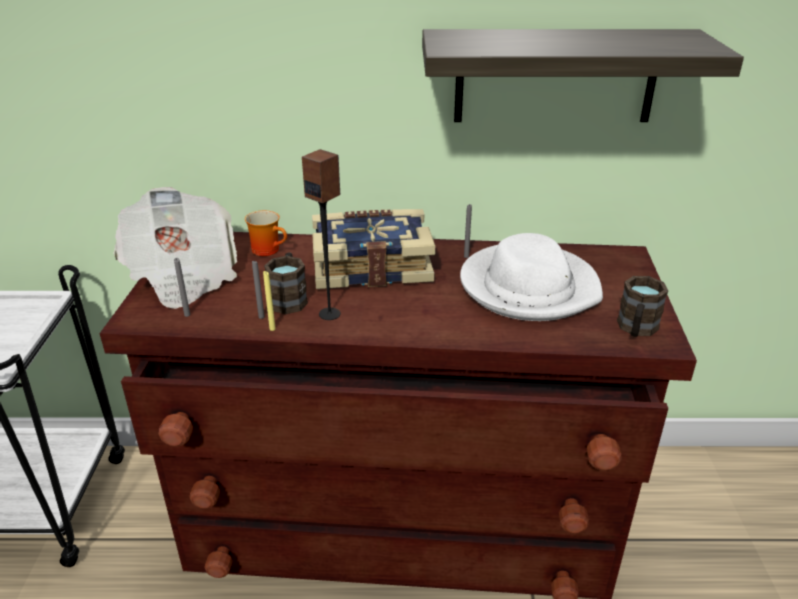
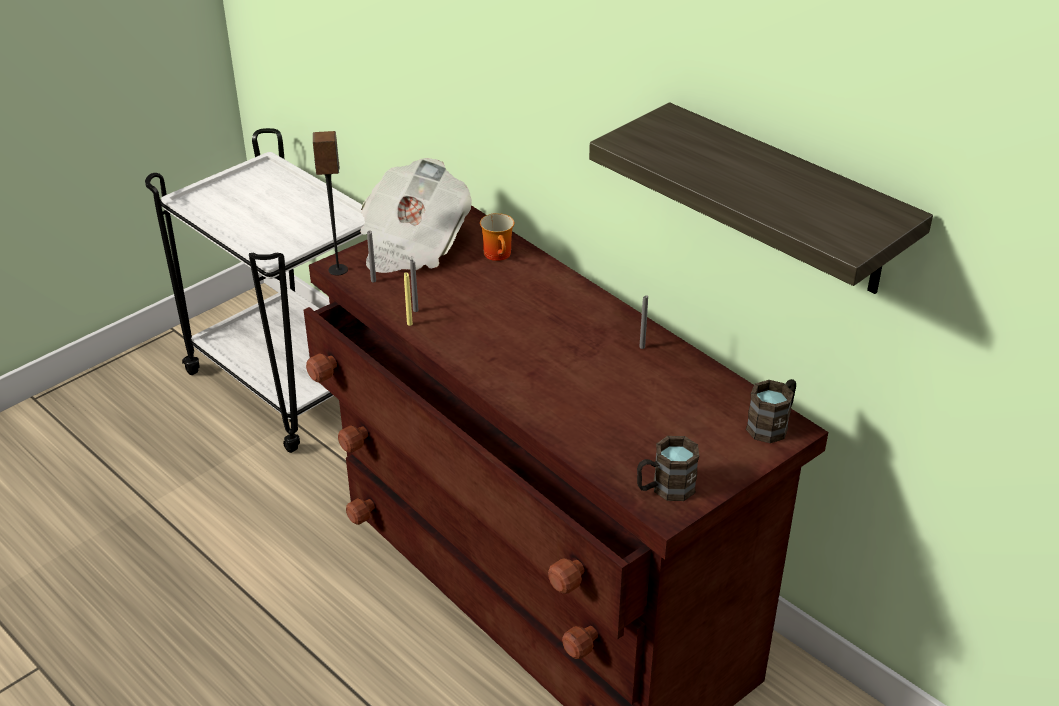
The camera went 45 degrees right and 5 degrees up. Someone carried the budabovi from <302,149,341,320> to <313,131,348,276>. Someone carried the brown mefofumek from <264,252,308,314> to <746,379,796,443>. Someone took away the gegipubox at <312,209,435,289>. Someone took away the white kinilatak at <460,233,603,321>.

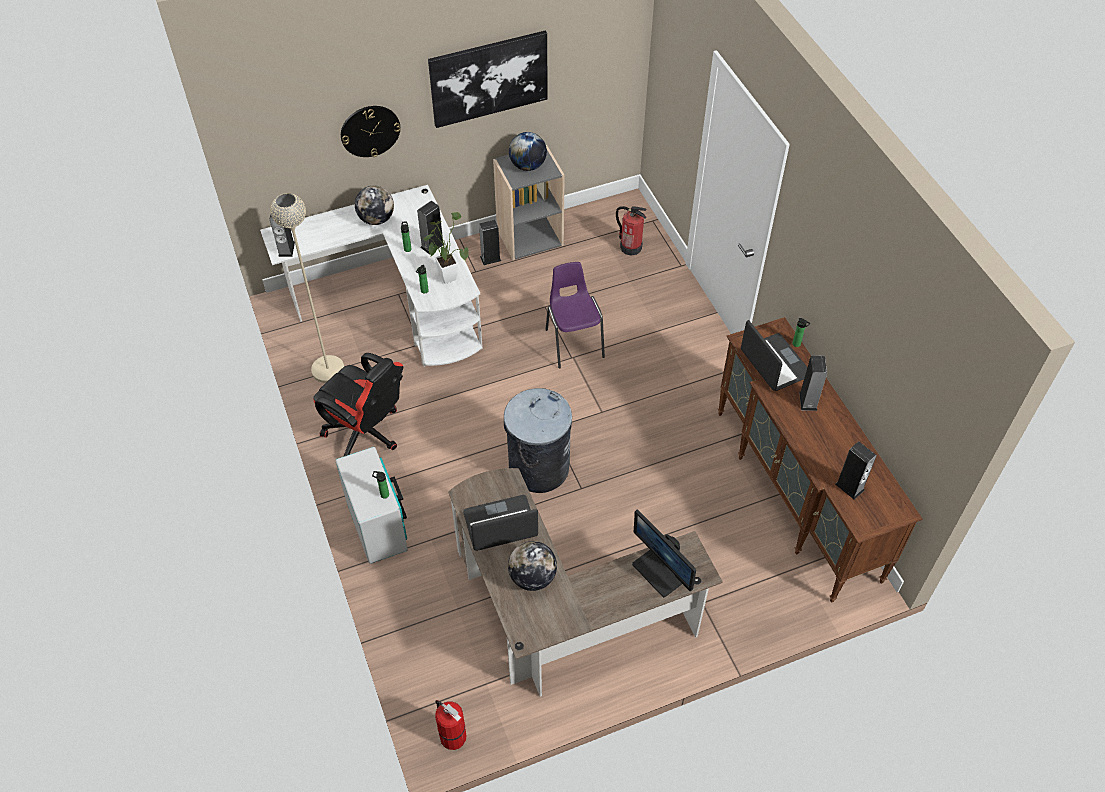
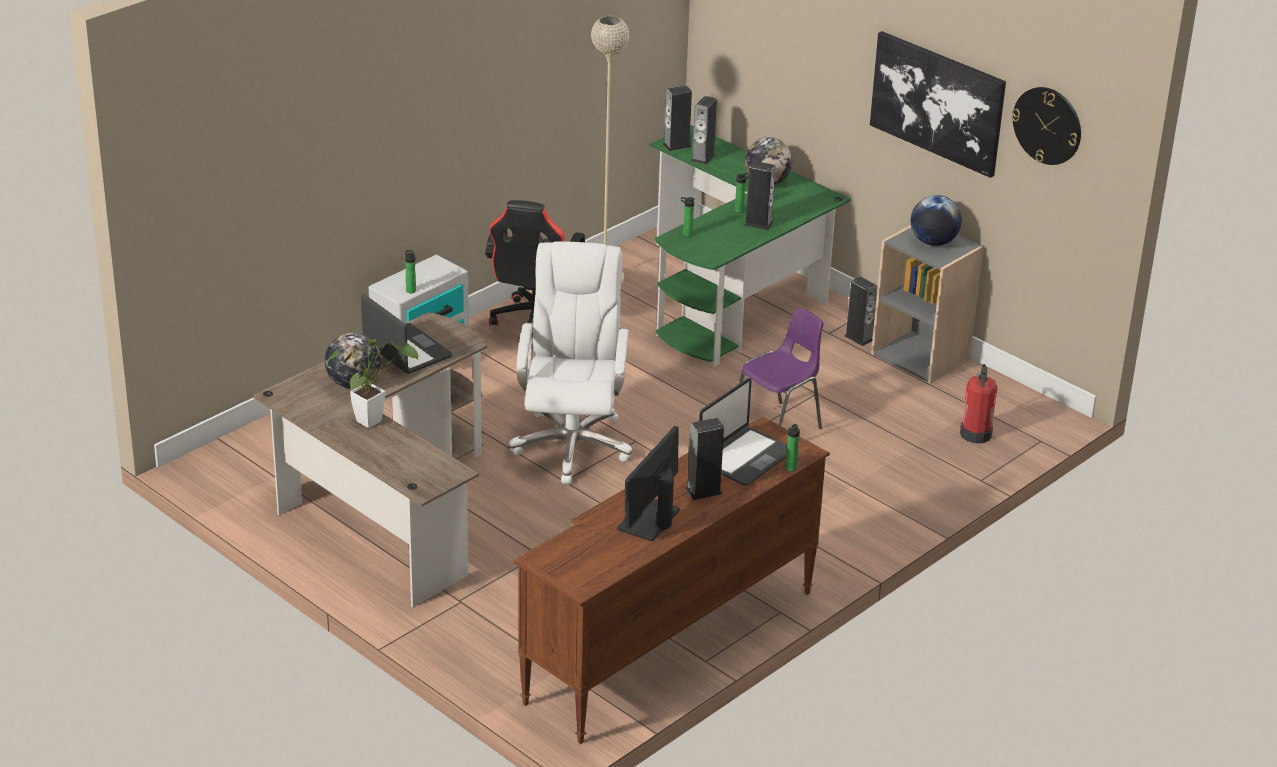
The camera went 65 degrees right and 20 degrees down. Someone carried the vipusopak from <423,212,469,284> to <327,337,418,428>. Someone swapped the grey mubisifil at <504,388,572,493> for the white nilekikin at <509,241,632,484>. Someone carried the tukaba from <632,509,696,597> to <617,426,680,541>. Someone repainted the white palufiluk at <260,185,483,367>, which became the green palufiluk at <650,125,851,367>. Someone carried the budabovi from <835,441,877,500> to <691,96,717,165>. Someone carried the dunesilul from <341,106,401,157> to <1012,87,1081,165>. Someone took away the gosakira at <435,700,466,750>.

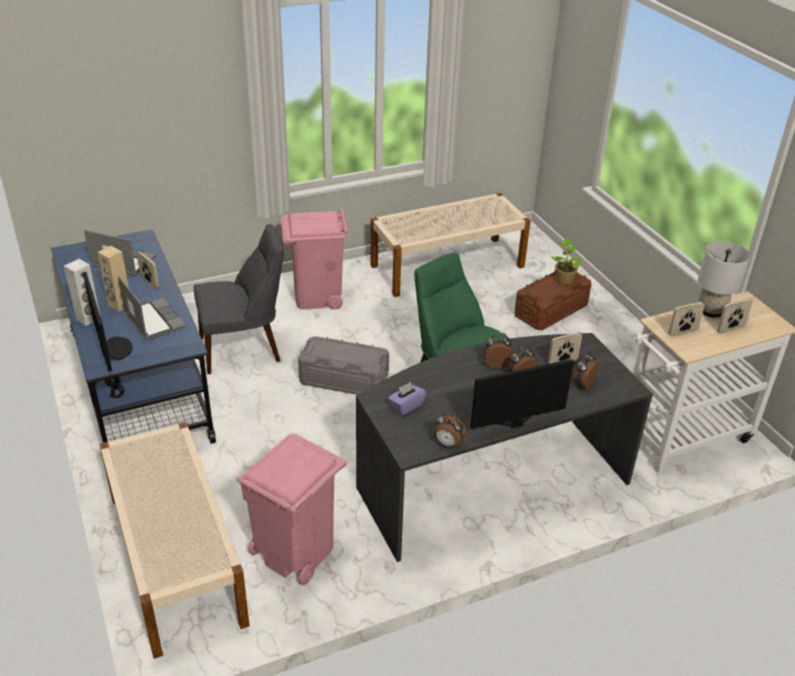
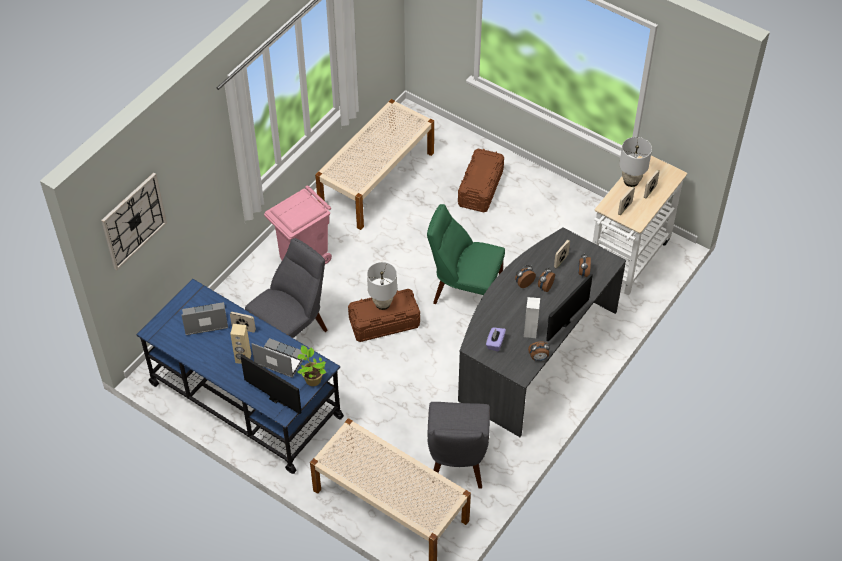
The camera went 30 degrees left and 15 degrees up. Someone put up the dunesilul at <101,173,167,270>. Someone carried the vipusopak from <551,238,583,285> to <297,345,326,386>. Someone repainted the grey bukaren at <298,336,389,395>, which became the brown bukaren at <348,289,420,342>. Someone put down the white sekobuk at <367,262,397,310>. Someone swapped the pink mubisifil at <237,434,347,585> for the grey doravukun at <427,402,490,489>. Someone carried the white budabovi from <64,259,100,326> to <524,297,540,338>.

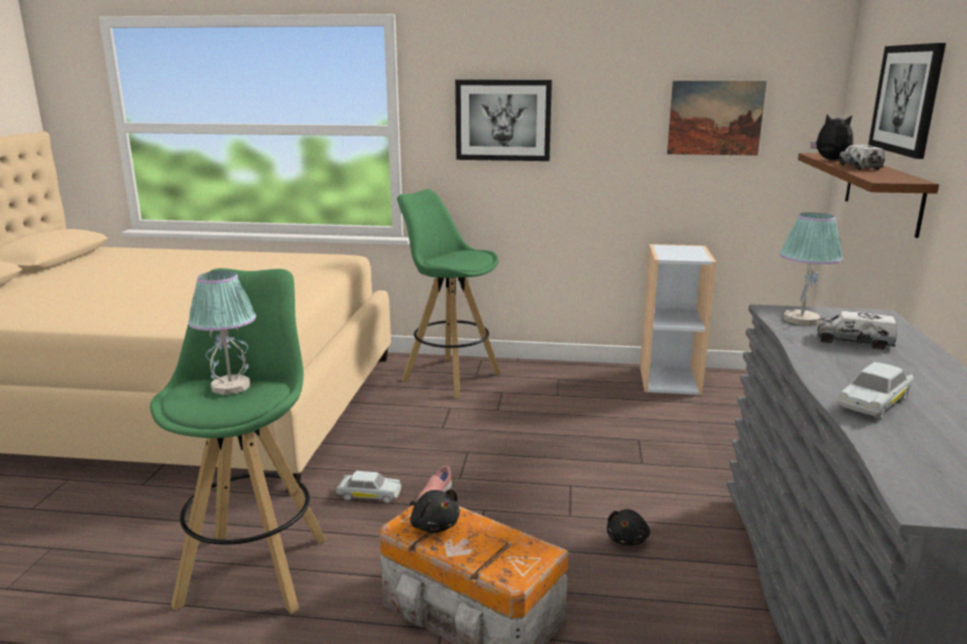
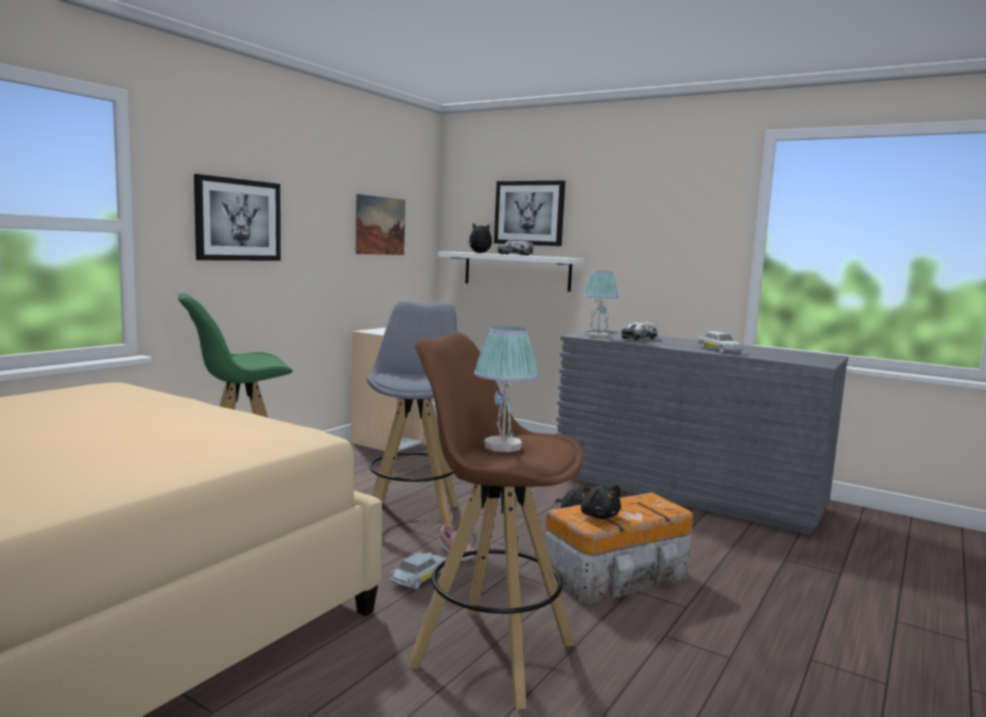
The camera went 65 degrees left and 10 degrees down. Someone put down the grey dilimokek at <367,301,459,527>. Someone repainted the green dilimokek at <150,268,327,614>, which became the brown dilimokek at <407,332,583,710>. Someone repainted the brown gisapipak at <798,153,939,238>, which became the white gisapipak at <438,251,584,292>. Someone rotated the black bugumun at <410,490,460,533> by 75 degrees clockwise.

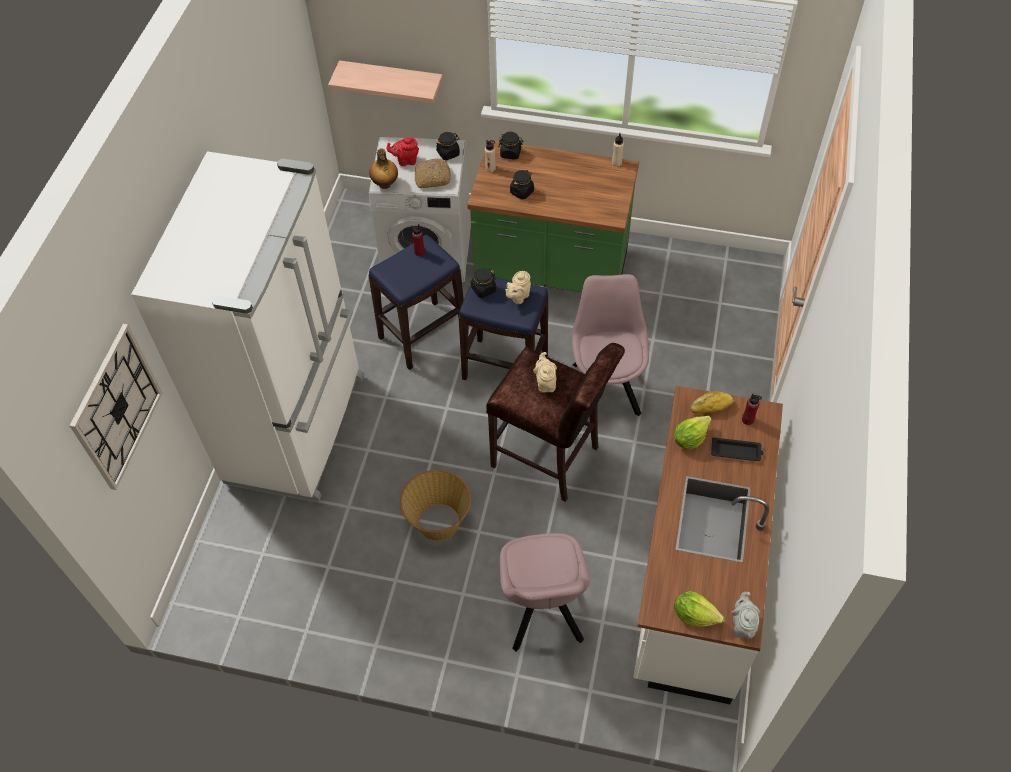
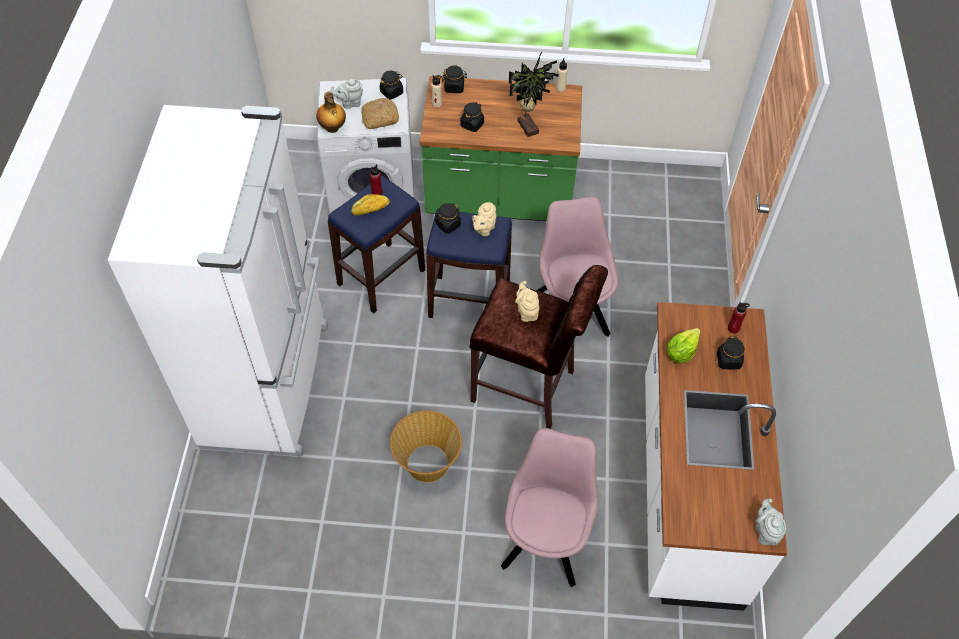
The camera went 10 degrees left and 0 degrees up. Someone repainted the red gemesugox at <386,138,419,166>, which became the grey gemesugox at <330,79,363,109>. Someone carried the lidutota from <690,391,734,414> to <351,194,390,216>. Someone rotated the pink doravukun at <500,533,589,652> by 150 degrees counterclockwise. Someone put down the vipusopak at <509,51,559,137>. Someone swapped the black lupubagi at <711,437,764,461> for the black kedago at <717,336,744,369>. Someone took away the dunesilul at <69,324,162,490>. Someone took away the gisapipak at <328,60,443,103>. Someone took away the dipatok at <674,591,724,627>.

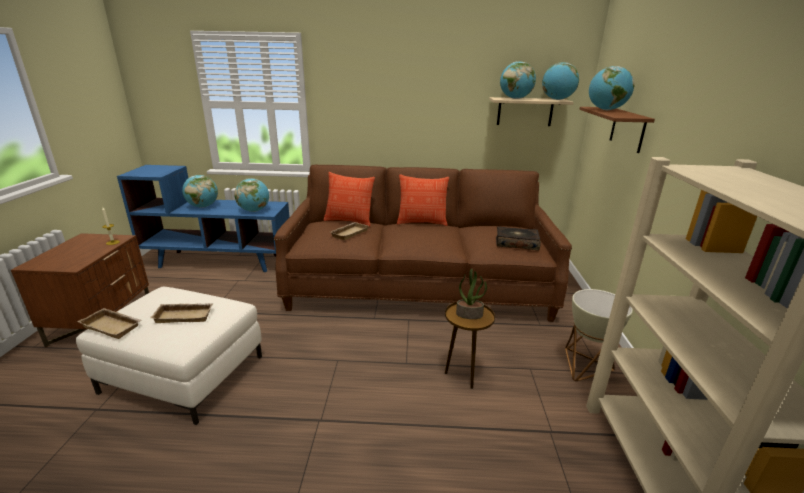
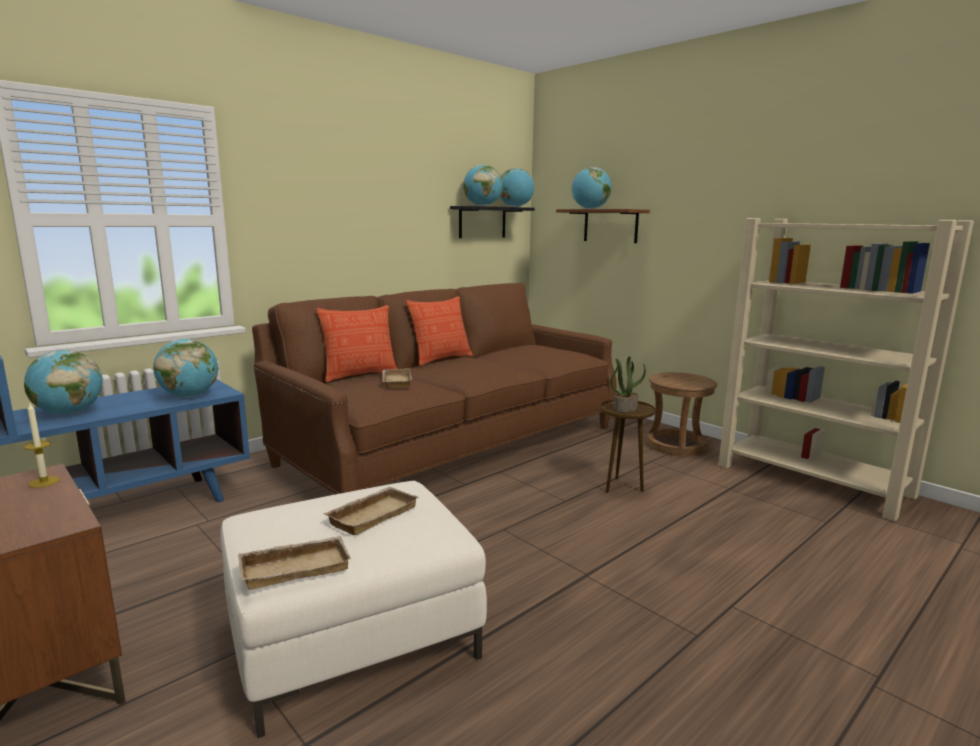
The camera went 45 degrees left and 10 degrees down. Someone repainted the beige gisapipak at <489,97,574,126>, which became the black gisapipak at <450,206,535,238>. Someone swapped the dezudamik at <565,289,633,381> for the brown dilimokek at <647,372,717,456>. Someone took away the gegipubox at <496,226,541,251>.

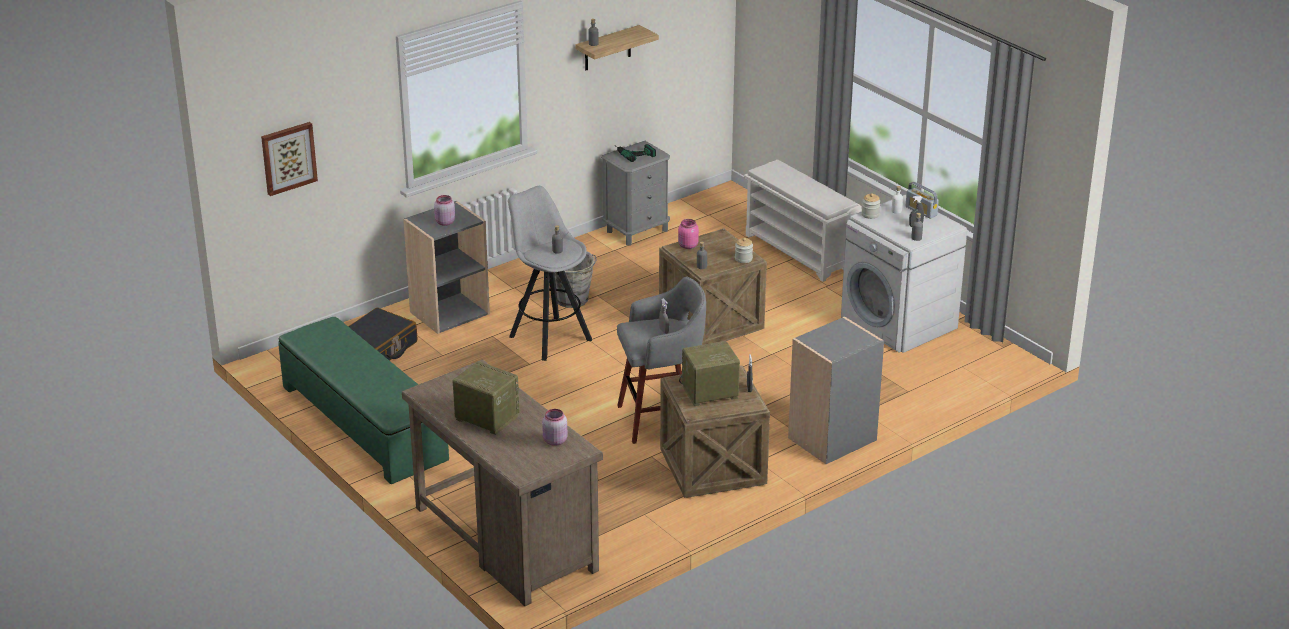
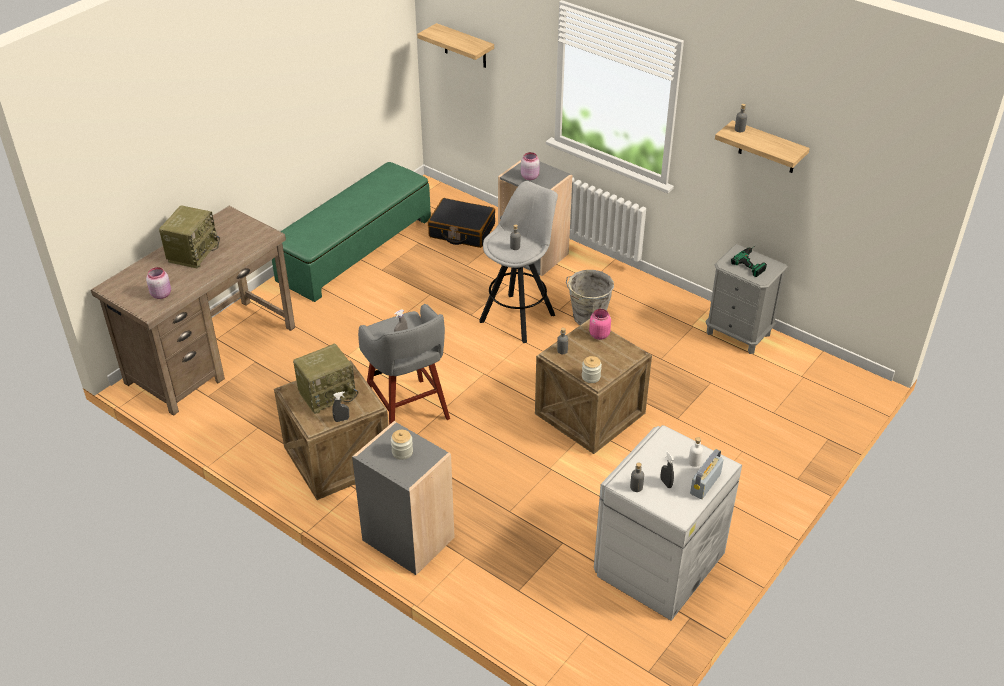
The camera went 75 degrees right and 10 degrees up. Someone rotated the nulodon at <679,341,740,406> by 90 degrees clockwise. Someone carried the kedago from <862,193,880,219> to <391,430,413,460>. Someone swapped the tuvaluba at <261,122,318,196> for the gisapipak at <417,23,494,68>. Someone took away the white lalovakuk at <744,159,862,282>.

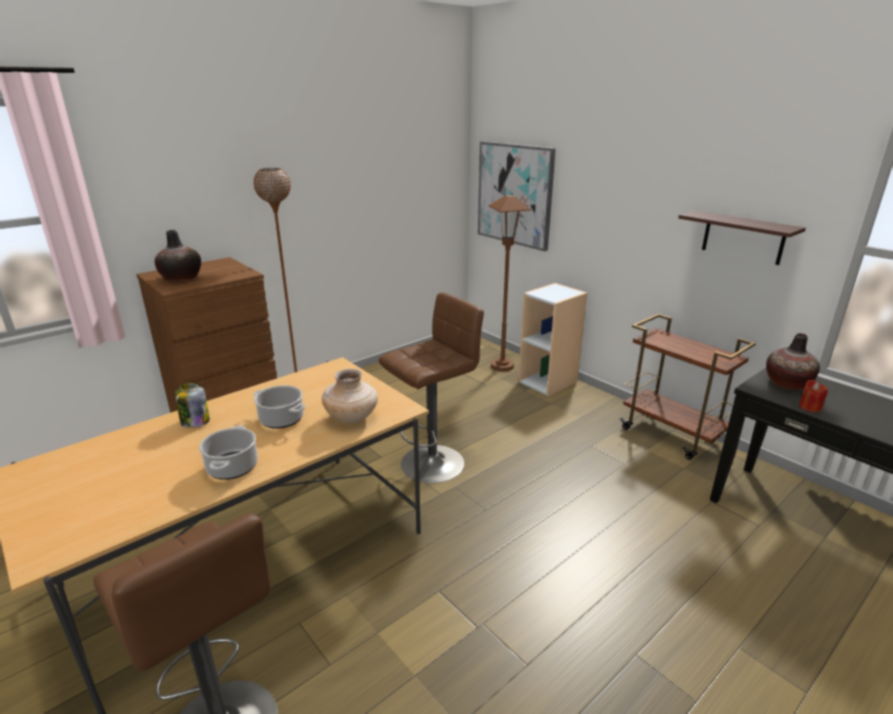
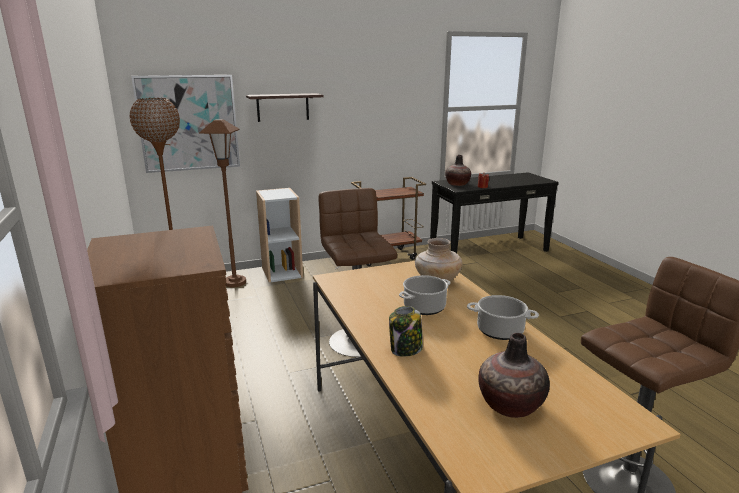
The camera went 70 degrees left and 5 degrees down. Someone carried the gisapipak from <678,211,806,265> to <246,93,324,122>. Someone carried the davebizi from <155,230,201,282> to <478,333,550,418>.

